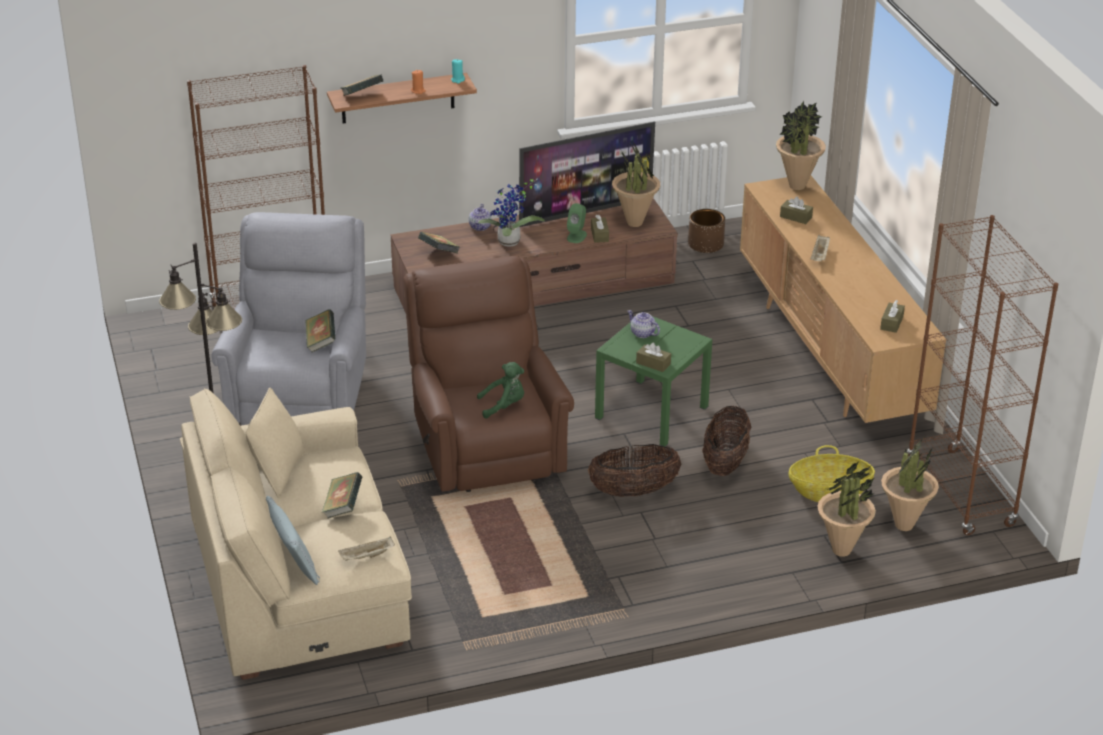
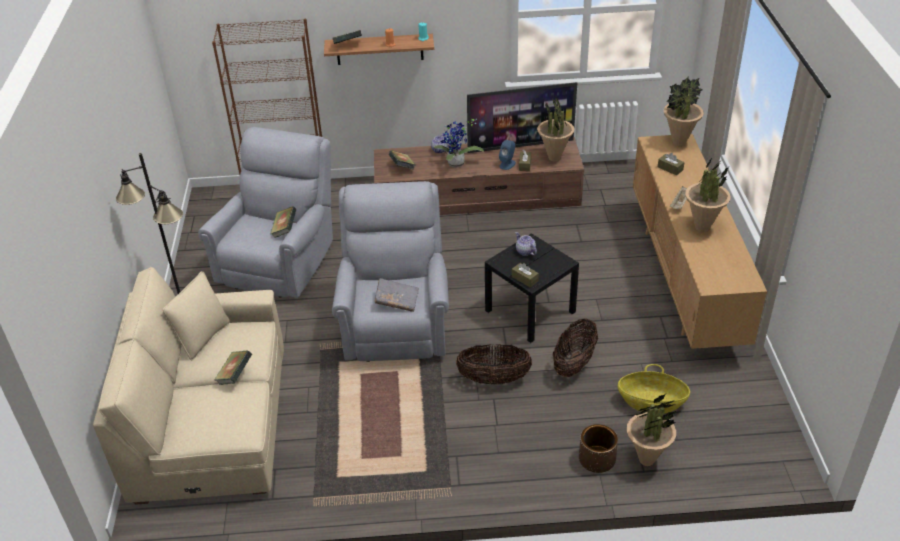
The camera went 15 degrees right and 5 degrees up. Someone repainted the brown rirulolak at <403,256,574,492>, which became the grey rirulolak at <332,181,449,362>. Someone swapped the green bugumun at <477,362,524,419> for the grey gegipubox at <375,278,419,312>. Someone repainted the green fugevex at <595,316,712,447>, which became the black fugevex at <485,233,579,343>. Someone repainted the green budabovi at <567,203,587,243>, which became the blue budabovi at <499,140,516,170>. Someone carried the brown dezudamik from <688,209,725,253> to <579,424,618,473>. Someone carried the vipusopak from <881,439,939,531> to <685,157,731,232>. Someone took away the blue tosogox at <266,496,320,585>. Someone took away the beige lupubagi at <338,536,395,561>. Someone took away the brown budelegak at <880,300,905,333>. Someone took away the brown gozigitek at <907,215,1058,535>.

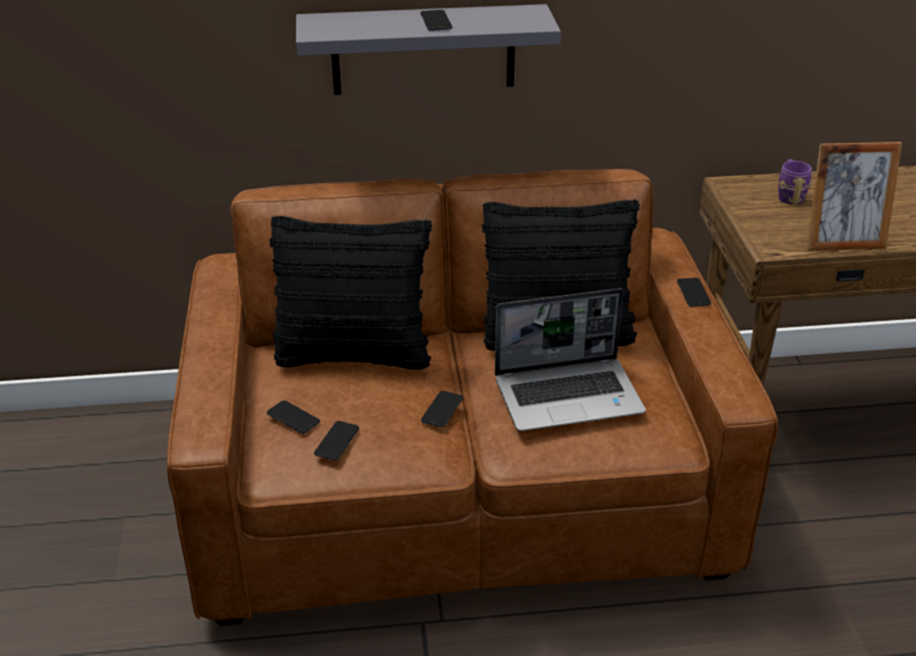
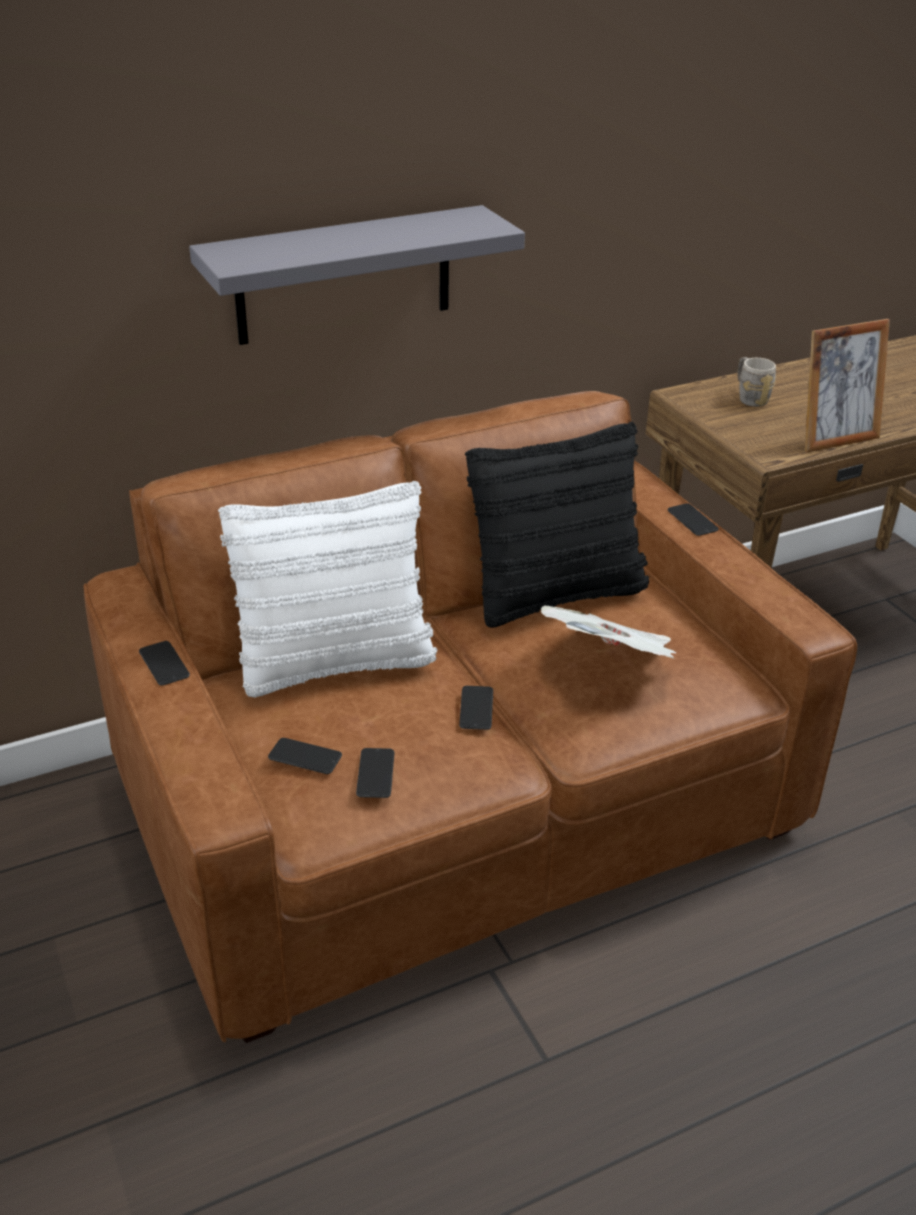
The camera went 20 degrees left and 0 degrees up. Someone carried the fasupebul from <420,10,452,31> to <139,641,190,685>. Someone repainted the black tosogox at <269,216,433,370>, which became the white tosogox at <218,481,438,698>. Someone swapped the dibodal at <495,288,646,431> for the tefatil at <541,606,676,658>. Someone repainted the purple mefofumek at <778,159,812,205>, which became the grey mefofumek at <737,357,776,407>.

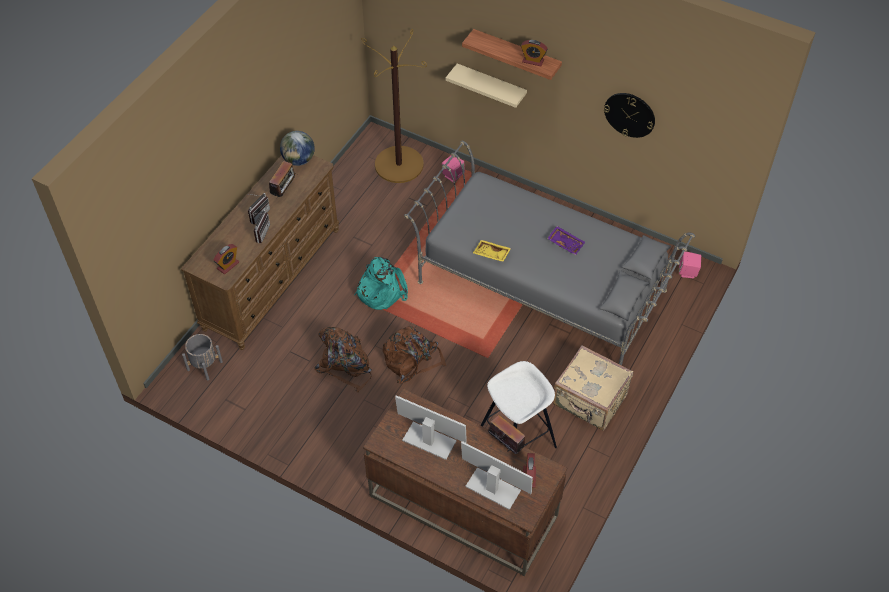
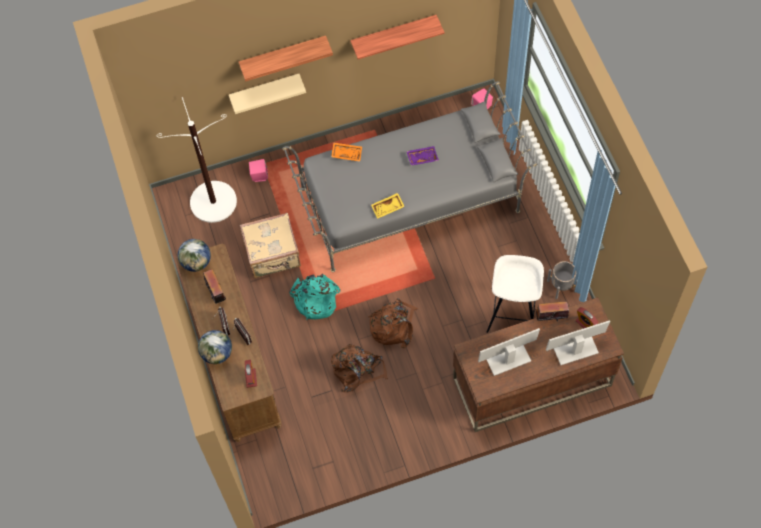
The camera went 45 degrees left and 10 degrees up. Someone repainted the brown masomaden at <362,29,427,183>, which became the white masomaden at <156,97,237,223>. Someone put down the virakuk at <198,330,232,364>. Someone carried the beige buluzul from <553,345,634,431> to <240,213,301,278>. Someone put down the orange lupubagi at <331,142,362,162>. Someone swapped the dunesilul at <604,93,655,138> for the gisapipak at <350,15,444,59>. Someone carried the grey dezudamik from <182,334,223,381> to <547,261,577,299>. Someone took away the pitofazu at <521,40,548,66>.

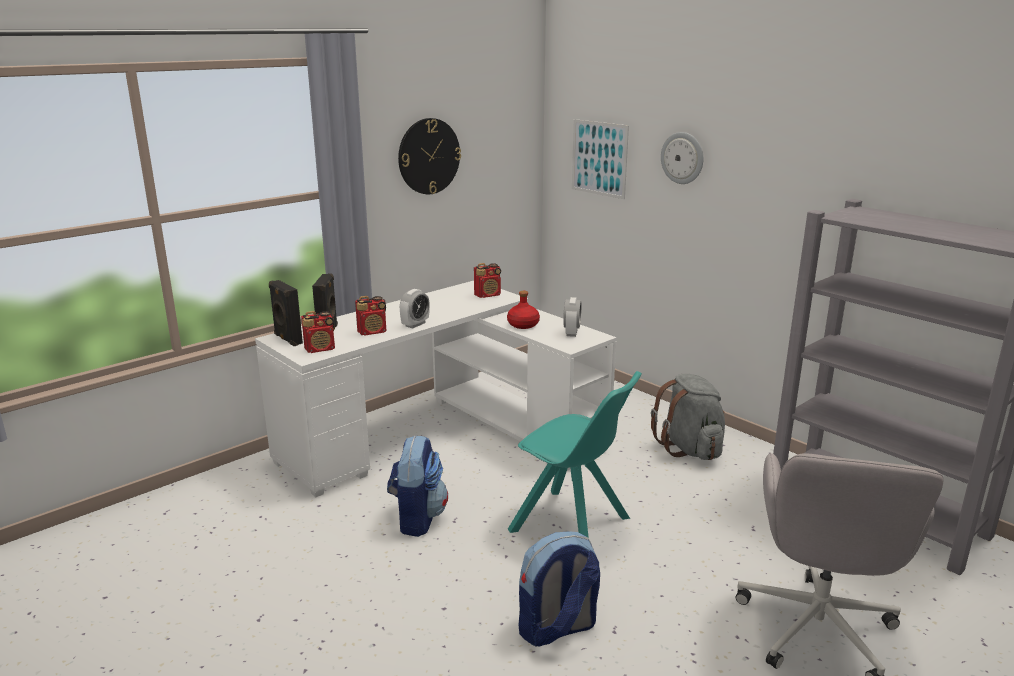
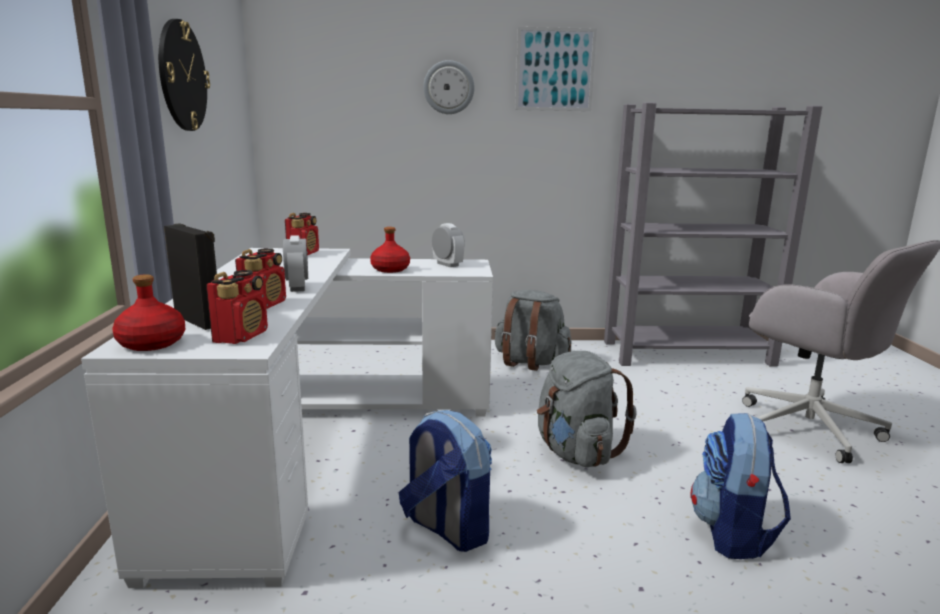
The camera went 50 degrees left and 5 degrees down. Someone swapped the black budabovi at <269,280,303,346> for the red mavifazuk at <112,274,185,351>. Someone carried the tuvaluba from <572,119,629,199> to <515,27,597,111>. Someone swapped the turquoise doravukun at <508,371,642,538> for the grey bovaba at <537,351,637,468>.

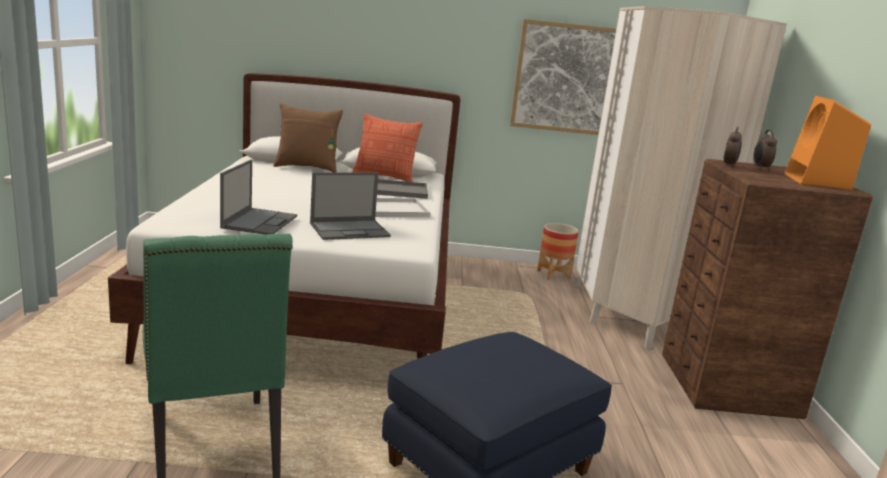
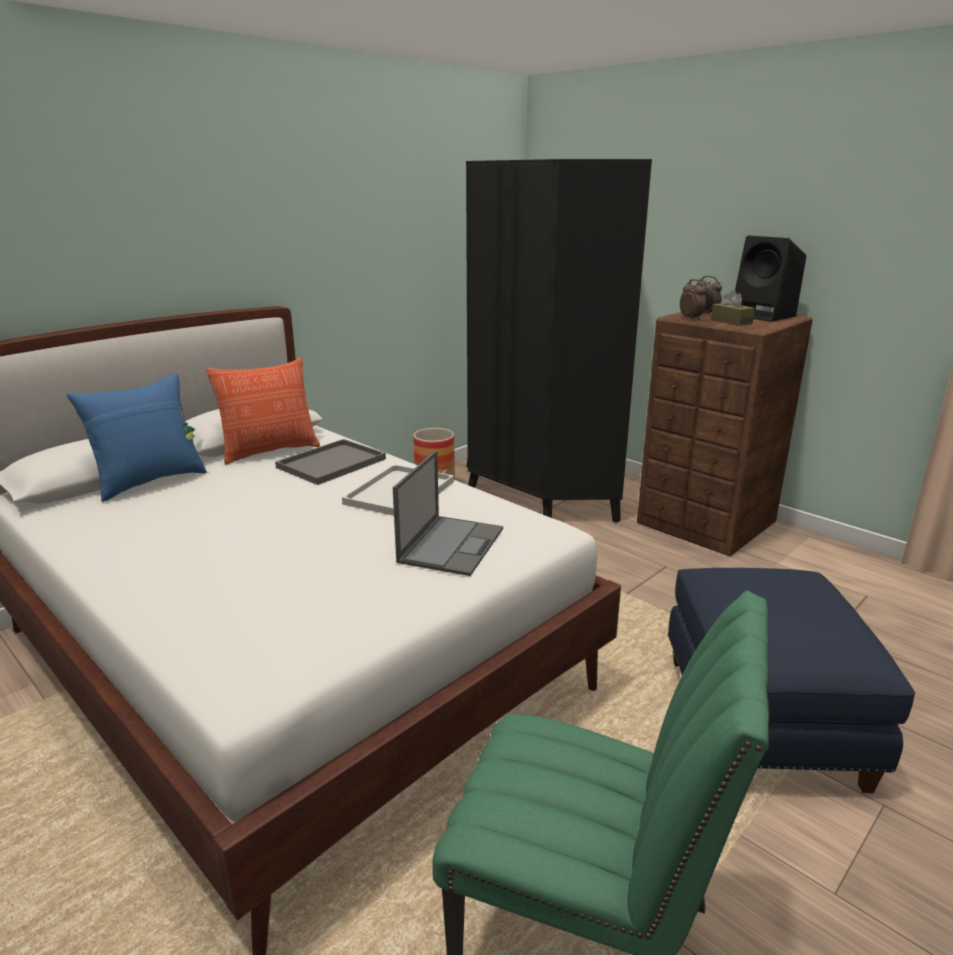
The camera went 45 degrees left and 5 degrees up. Someone repainted the brown tosogox at <274,103,343,172>, which became the blue tosogox at <67,373,207,502>. Someone repainted the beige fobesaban at <574,6,787,349>, which became the black fobesaban at <466,159,652,523>. Someone put down the brown budelegak at <711,290,755,326>. Someone repainted the orange budabovi at <784,96,871,190>, which became the black budabovi at <735,236,806,322>. Someone took away the dibodal at <220,160,297,235>. Someone took away the tuvaluba at <510,19,616,135>.

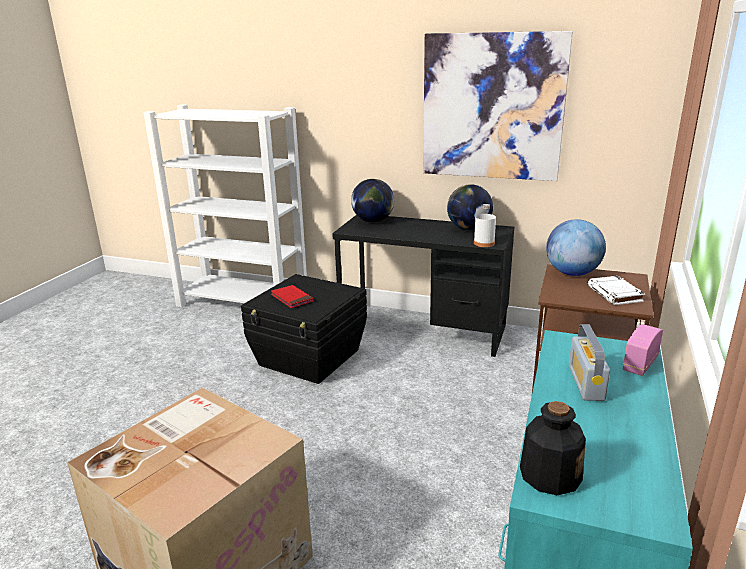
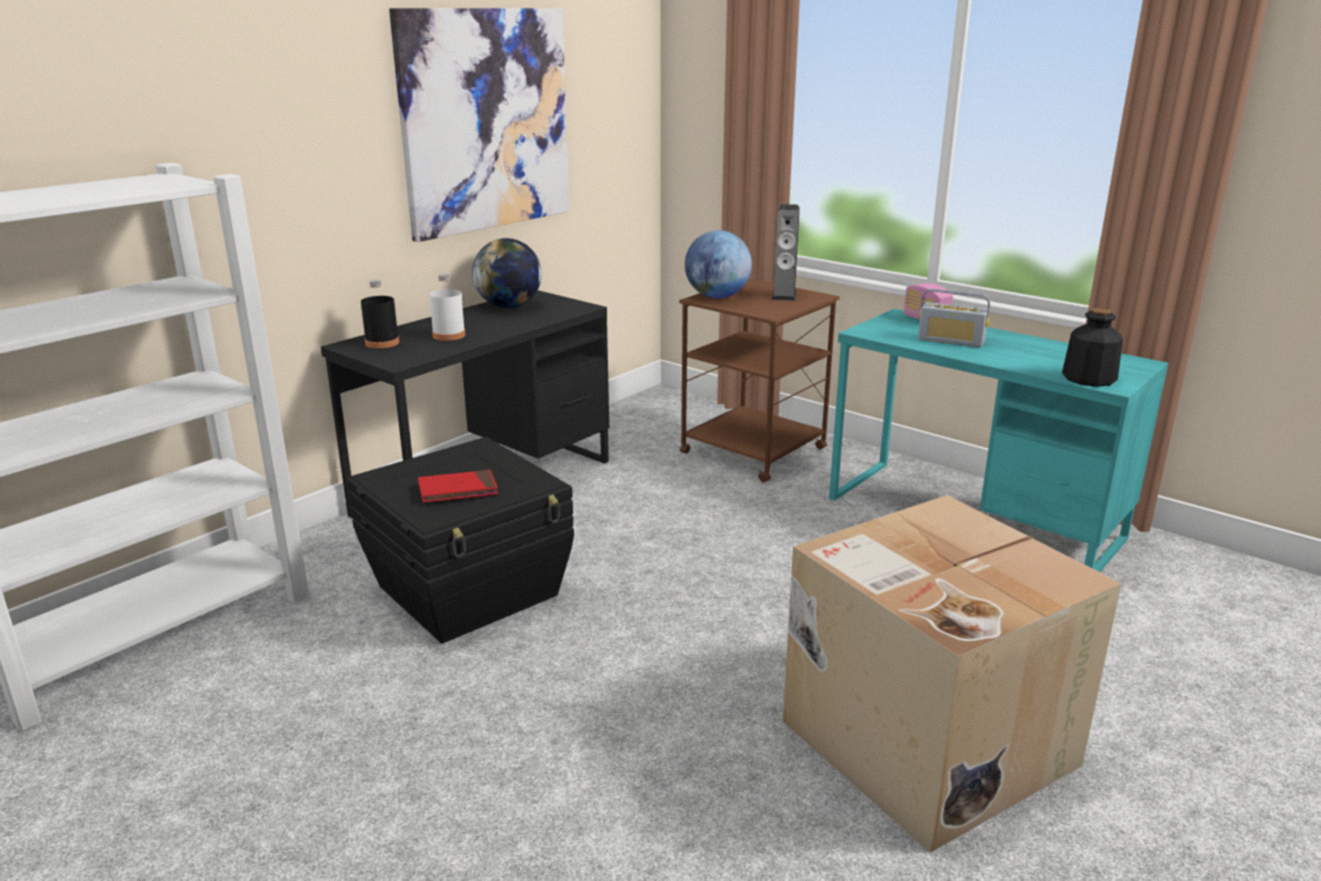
The camera went 70 degrees left and 0 degrees up. Someone swapped the virakuk at <351,179,394,222> for the black mavifazuk at <361,280,399,348>. Someone carried the white mavifazuk from <474,204,496,247> to <429,274,465,341>. Someone swapped the white gegipubox at <587,276,645,305> for the budabovi at <772,204,800,301>.

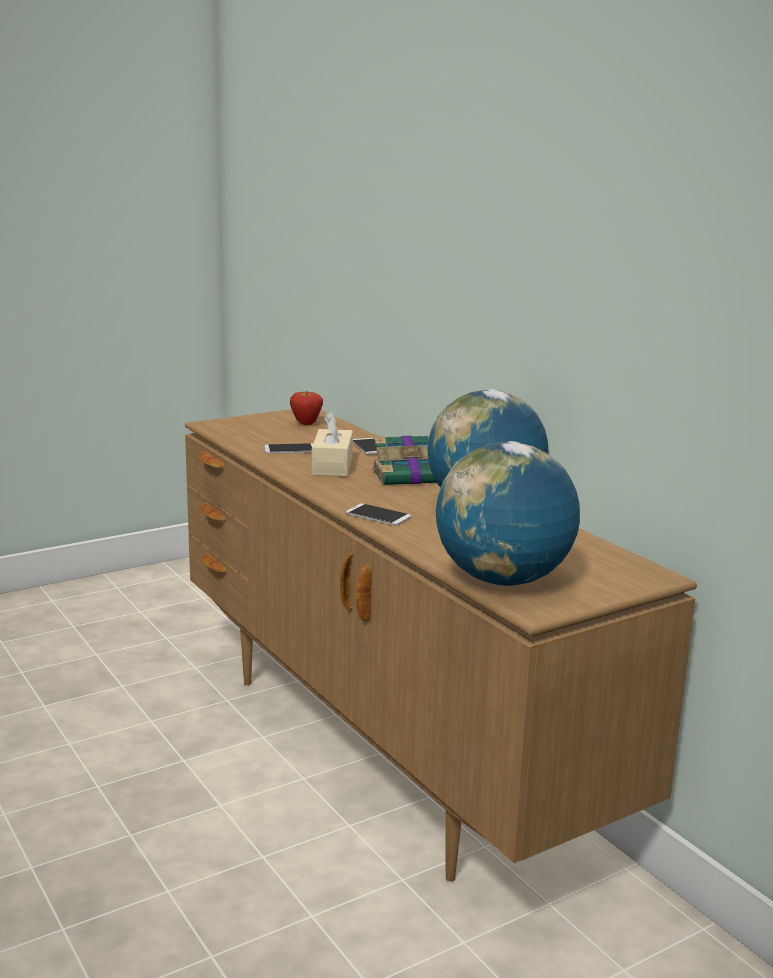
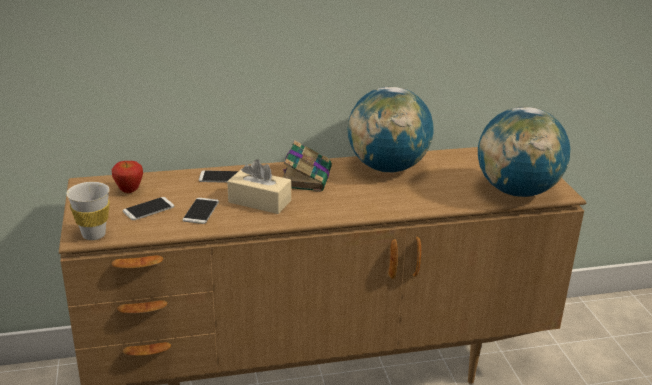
The camera went 70 degrees left and 10 degrees up. Someone put down the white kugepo at <66,182,110,240>. Someone carried the fasupebul from <346,504,411,525> to <123,197,174,220>.

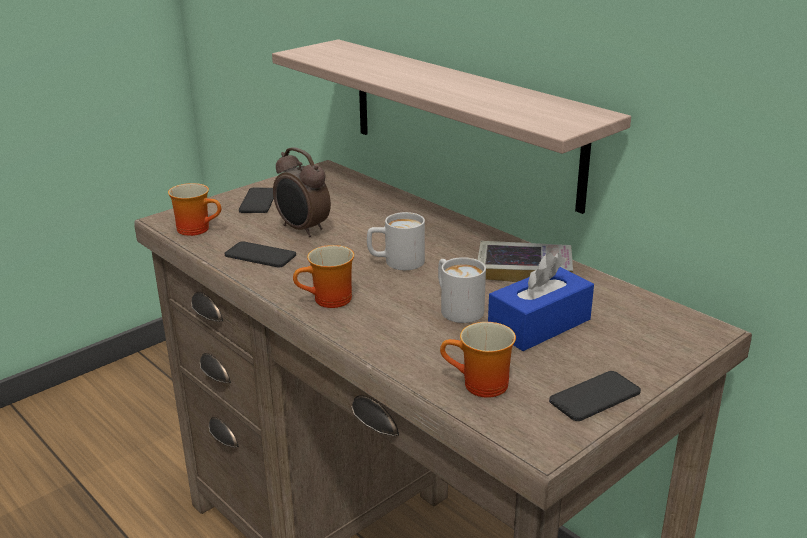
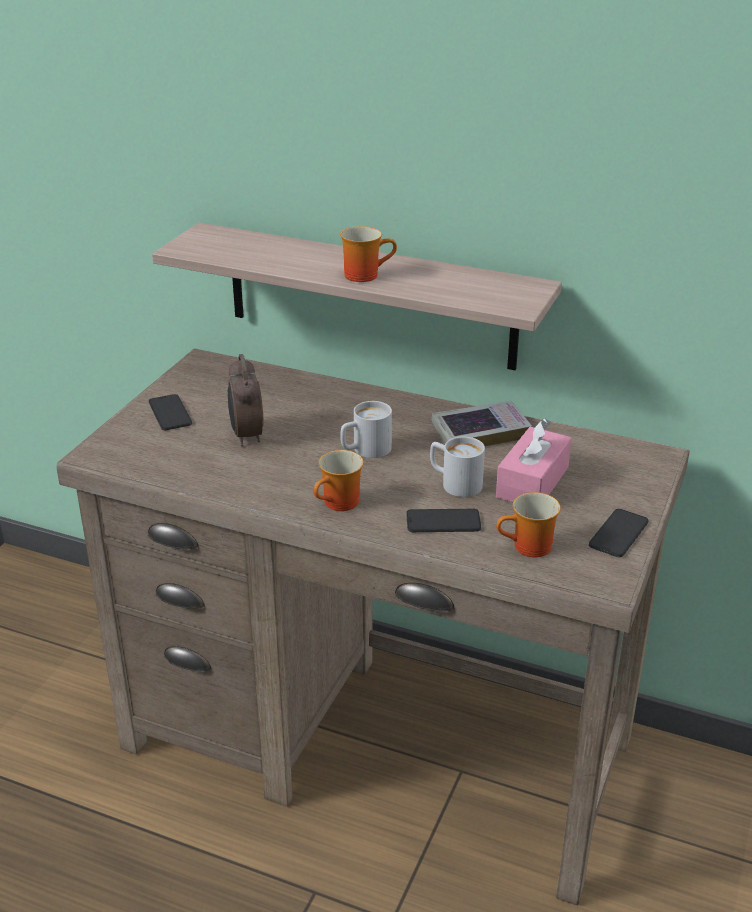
The camera went 25 degrees left and 5 degrees up. Someone rotated the pitofazu at <273,147,331,237> by 60 degrees clockwise. Someone carried the mefofumek from <168,183,221,236> to <340,226,397,282>. Someone carried the fasupebul from <225,241,296,267> to <406,509,481,532>. Someone repainted the blue budelegak at <488,253,594,351>, which became the pink budelegak at <496,418,571,502>.

